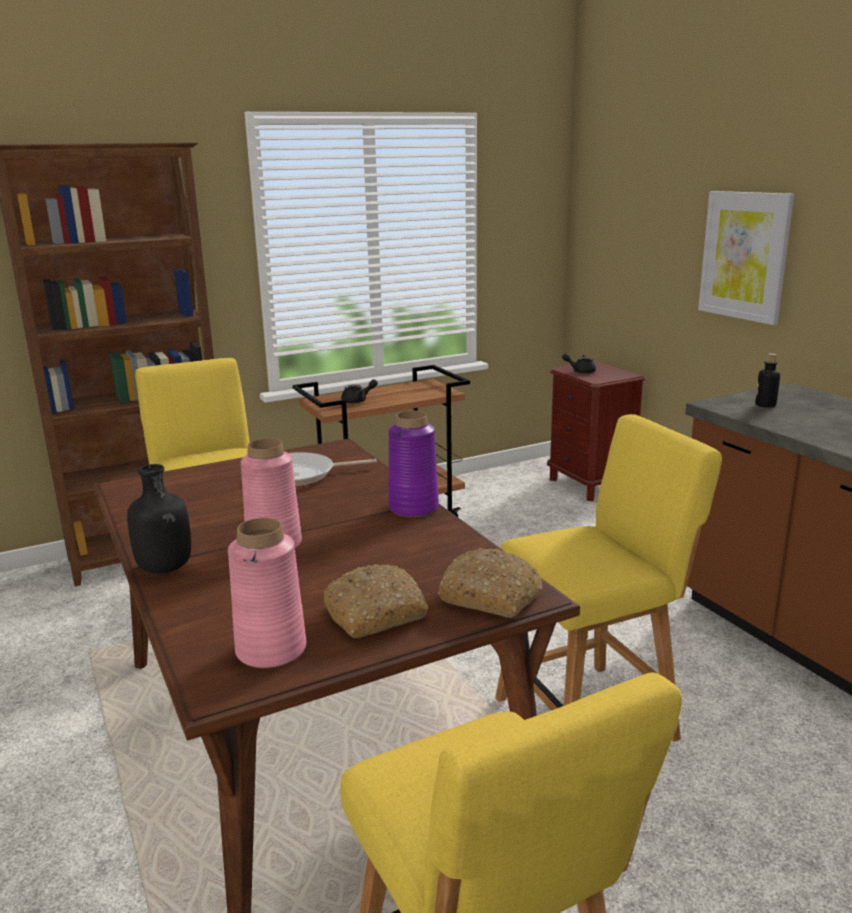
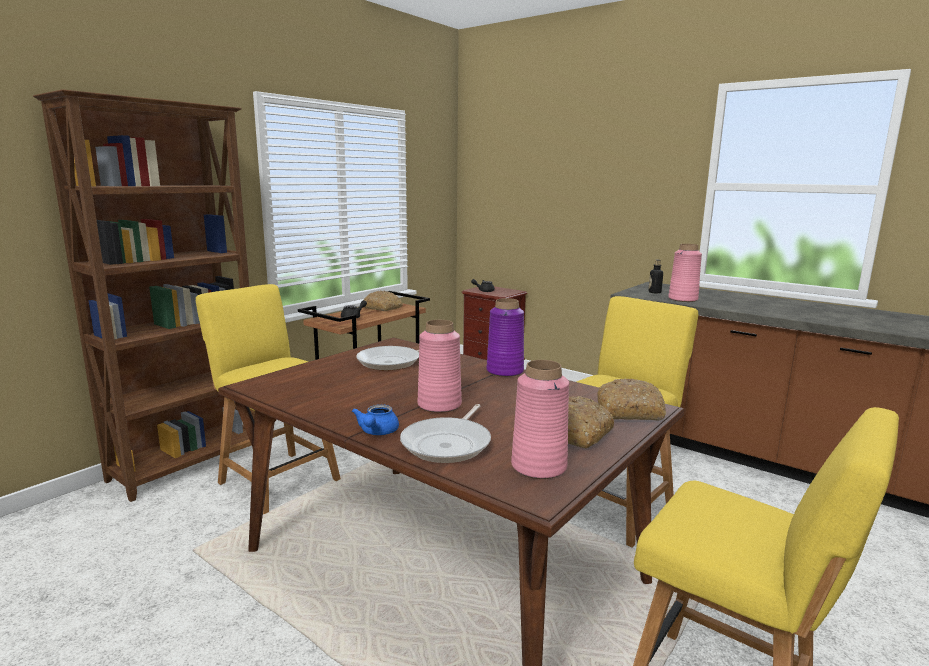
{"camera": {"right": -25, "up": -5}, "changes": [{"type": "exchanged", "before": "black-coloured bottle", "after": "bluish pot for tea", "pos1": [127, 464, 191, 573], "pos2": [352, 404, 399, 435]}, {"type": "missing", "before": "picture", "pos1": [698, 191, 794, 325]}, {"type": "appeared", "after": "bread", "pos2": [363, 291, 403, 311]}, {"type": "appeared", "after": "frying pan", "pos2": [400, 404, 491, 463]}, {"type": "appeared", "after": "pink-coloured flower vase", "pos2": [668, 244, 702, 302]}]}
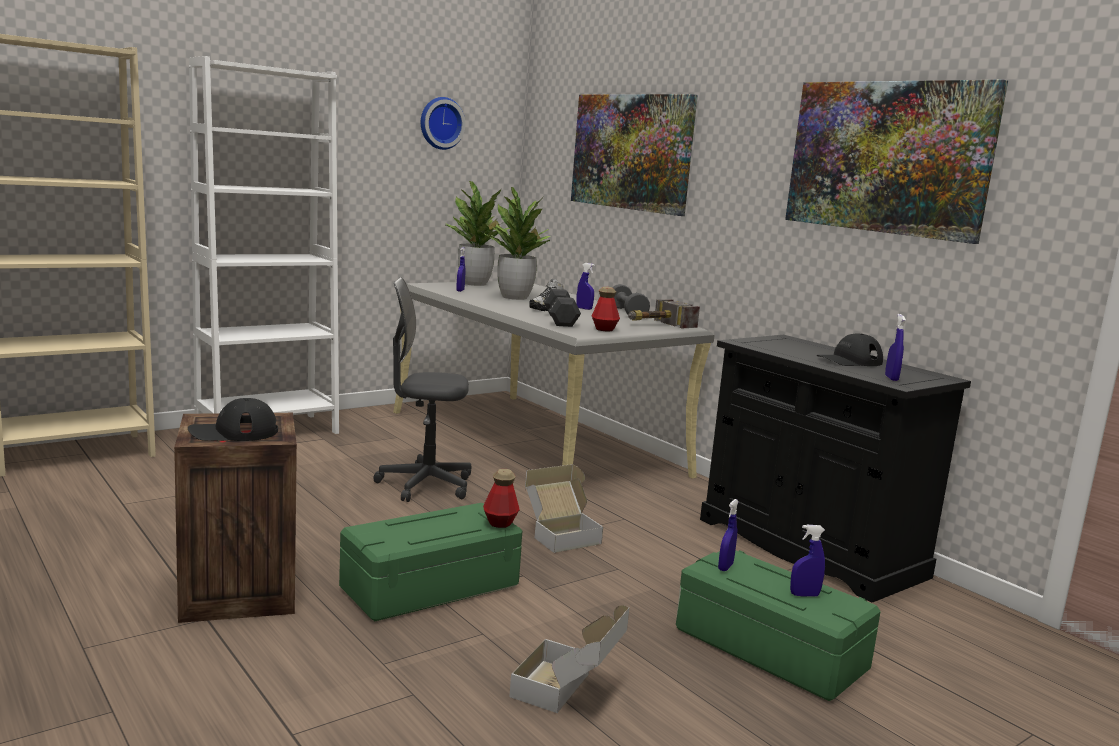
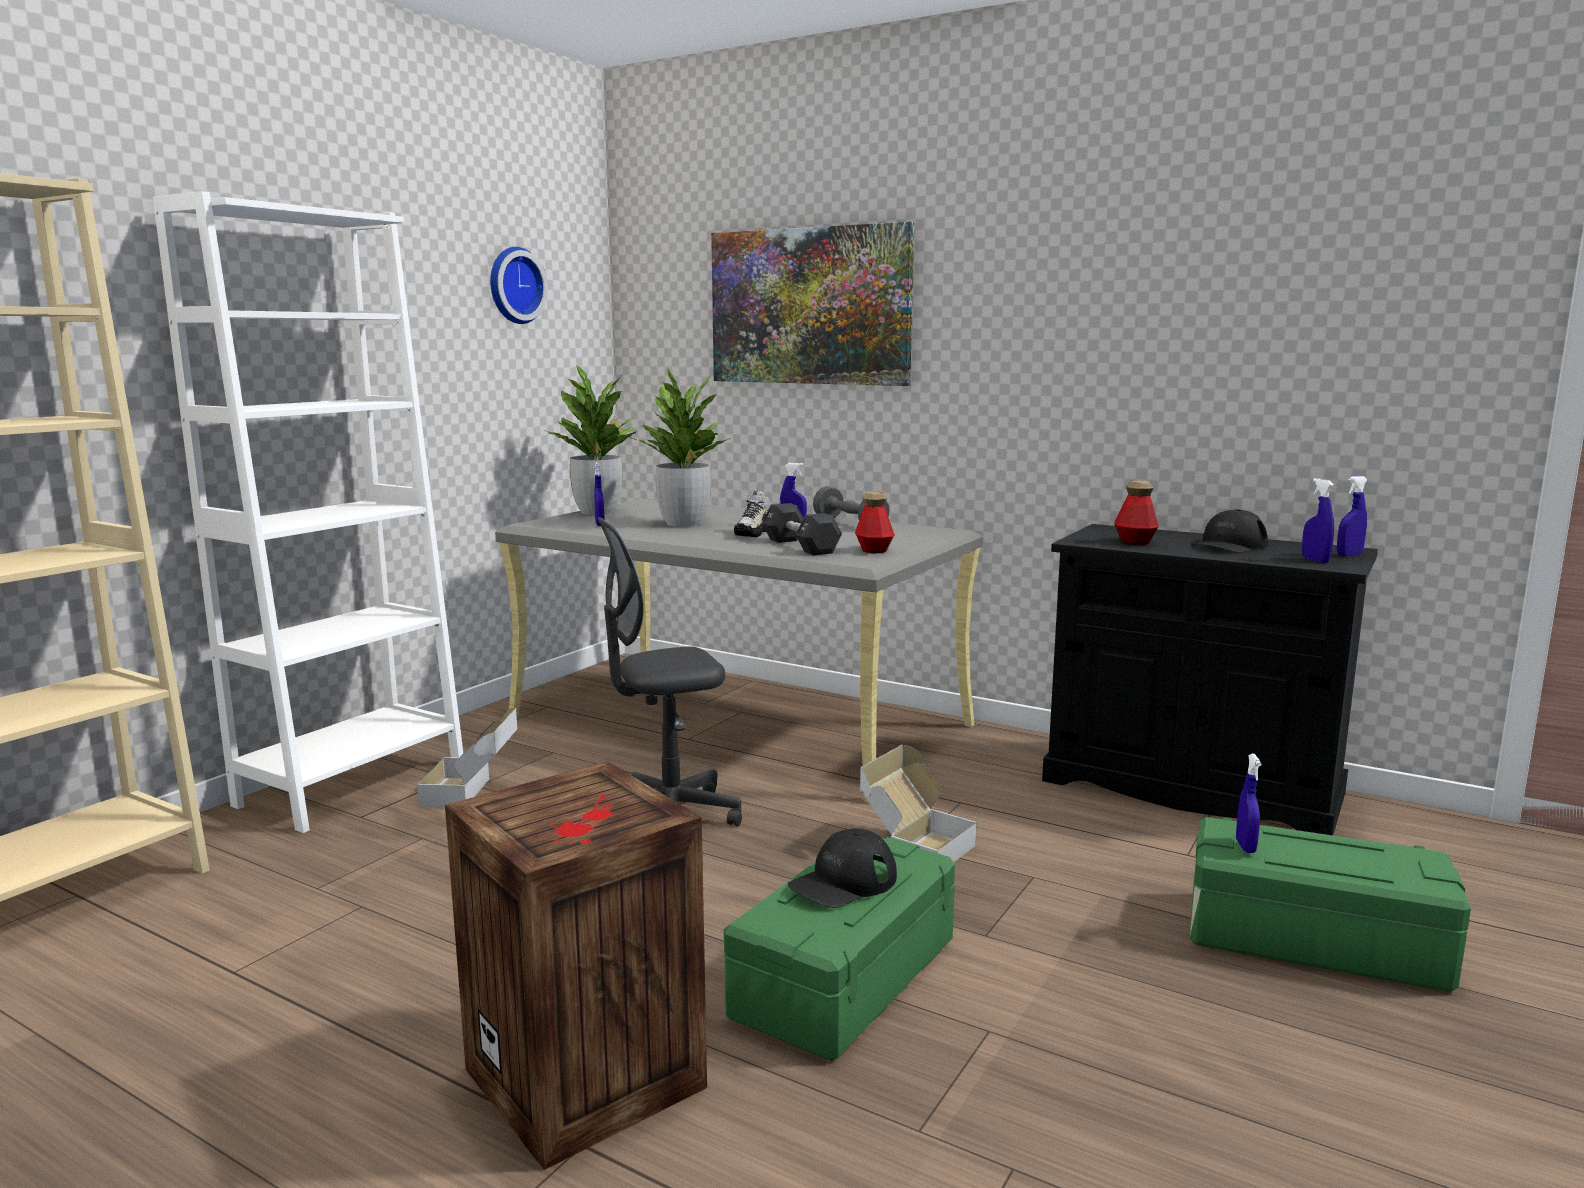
{"camera": {"right": -20, "up": 0}, "changes": [{"type": "relocated", "before": "black-coloured cap", "pos1": [188, 398, 278, 441], "pos2": [788, 828, 897, 908]}, {"type": "relocated", "before": "bottle", "pos1": [483, 469, 520, 528], "pos2": [1114, 480, 1159, 545]}, {"type": "relocated", "before": "cardboard box", "pos1": [509, 605, 629, 713], "pos2": [417, 708, 517, 807]}, {"type": "missing", "before": "hand hammer", "pos1": [628, 299, 700, 328]}, {"type": "missing", "before": "picture", "pos1": [785, 79, 1008, 244]}, {"type": "relocated", "before": "bluish hand sprayer", "pos1": [790, 525, 825, 597], "pos2": [1337, 476, 1367, 556]}]}
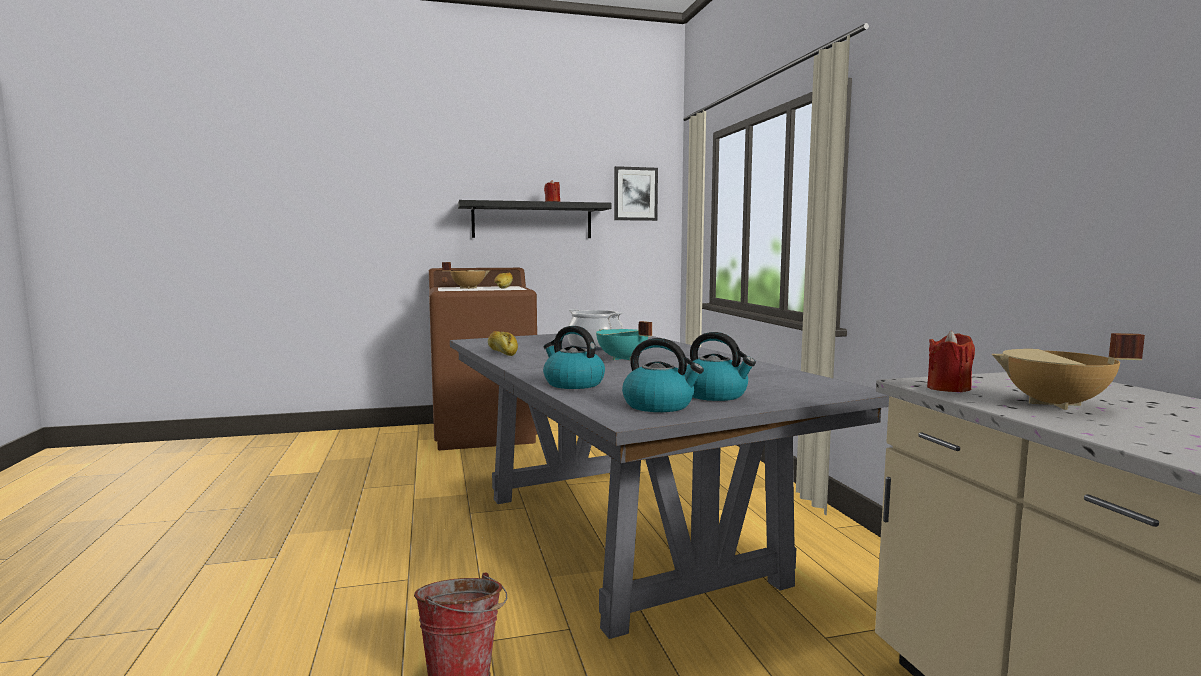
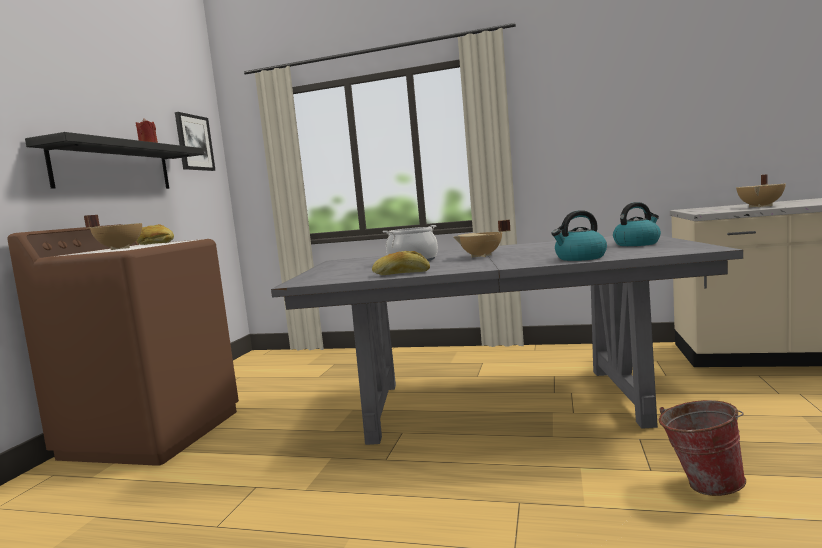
{"camera": {"right": -60, "up": 0}, "changes": [{"type": "colour", "before": "turquoise saucepot", "after": "beige-coloured saucepot", "pos1": [596, 321, 652, 360], "pos2": [453, 220, 510, 258]}, {"type": "missing", "before": "water kettle", "pos1": [622, 338, 704, 412]}, {"type": "missing", "before": "red candle", "pos1": [927, 330, 975, 392]}]}
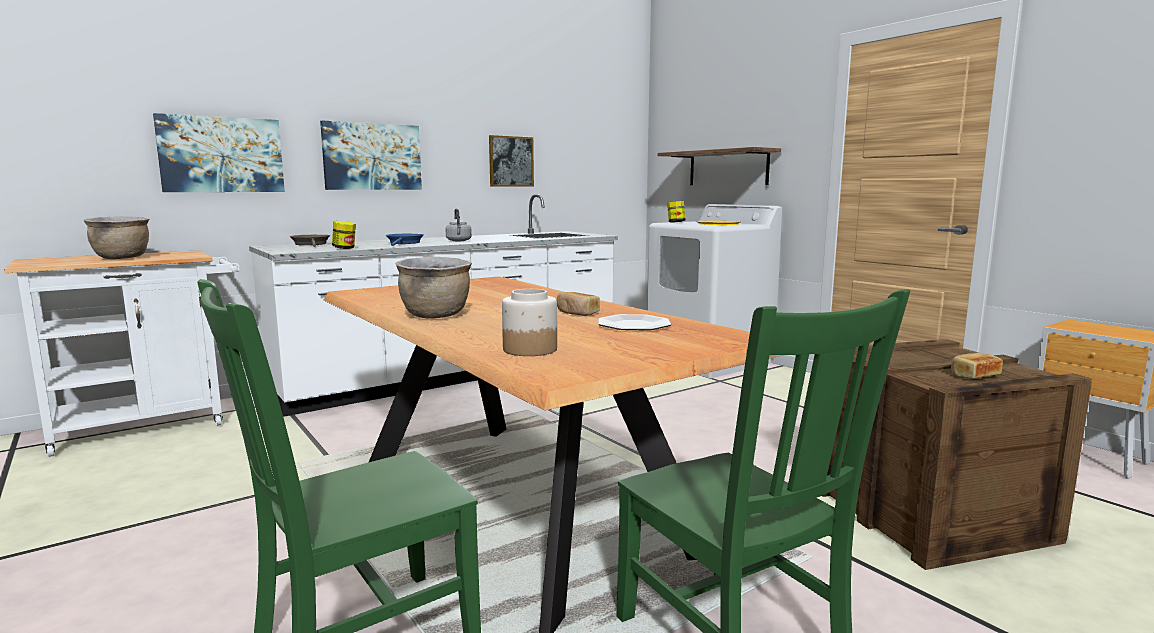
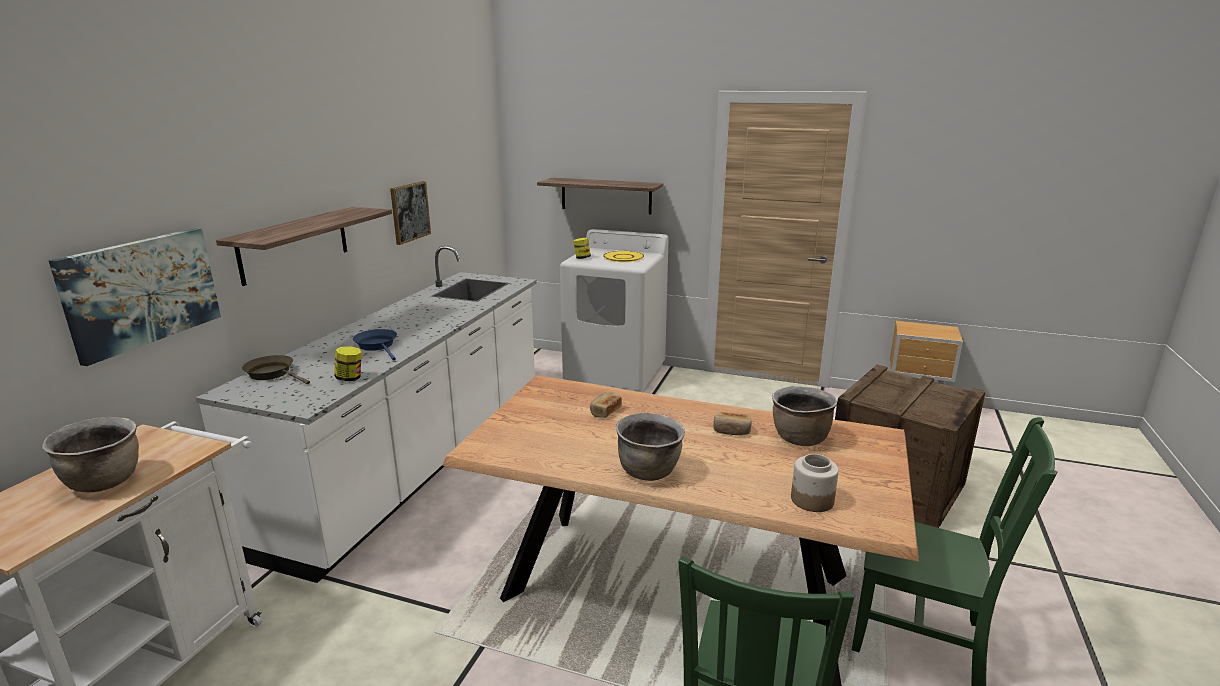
{"camera": {"right": -35, "up": 10}, "changes": [{"type": "exchanged", "before": "picture", "after": "shelf", "pos1": [320, 120, 422, 190], "pos2": [216, 207, 392, 286]}, {"type": "missing", "before": "gray water kettle", "pos1": [446, 209, 472, 241]}, {"type": "exchanged", "before": "dinner plate", "after": "brown saucepot", "pos1": [598, 314, 671, 330], "pos2": [772, 386, 837, 446]}, {"type": "relocated", "before": "bread", "pos1": [951, 353, 1003, 379], "pos2": [590, 392, 622, 418]}]}
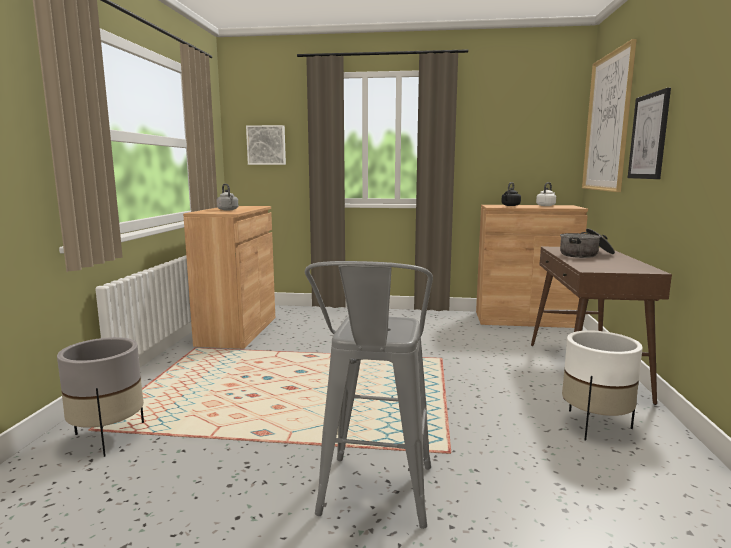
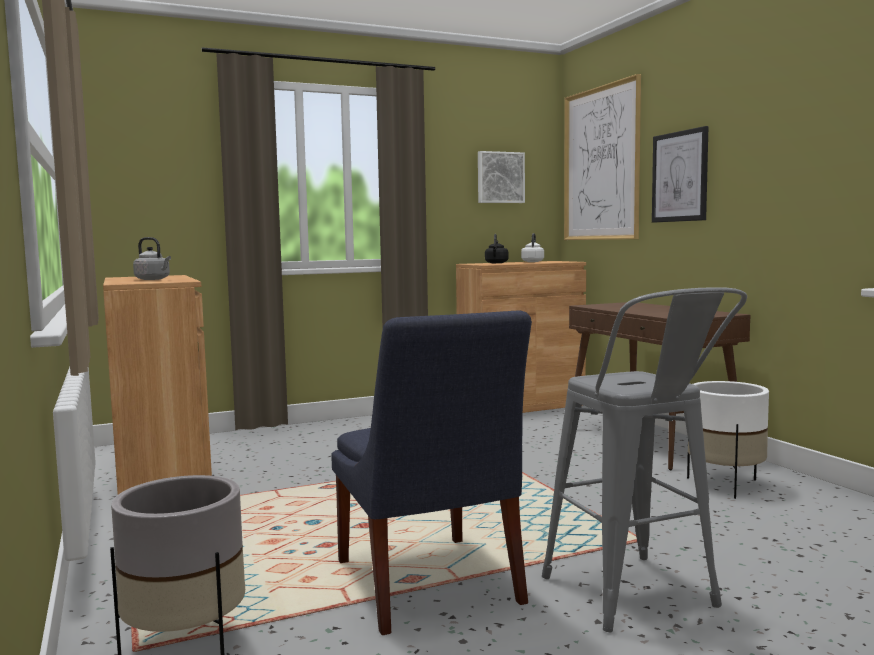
{"camera": {"right": -30, "up": -5}, "changes": [{"type": "relocated", "before": "picture", "pos1": [246, 125, 286, 165], "pos2": [478, 151, 525, 203]}, {"type": "missing", "before": "saucepot", "pos1": [560, 228, 615, 258]}, {"type": "appeared", "after": "bluish plain chair", "pos2": [331, 310, 532, 635]}]}
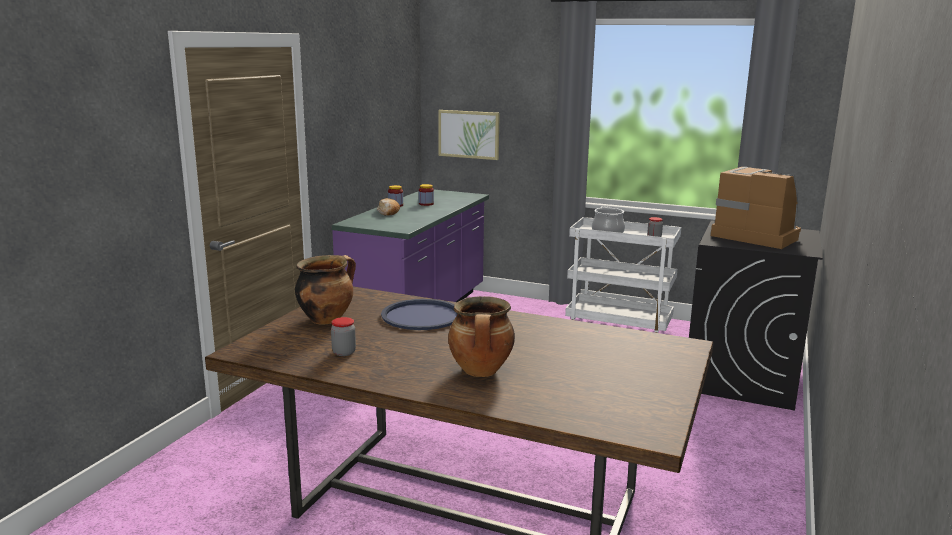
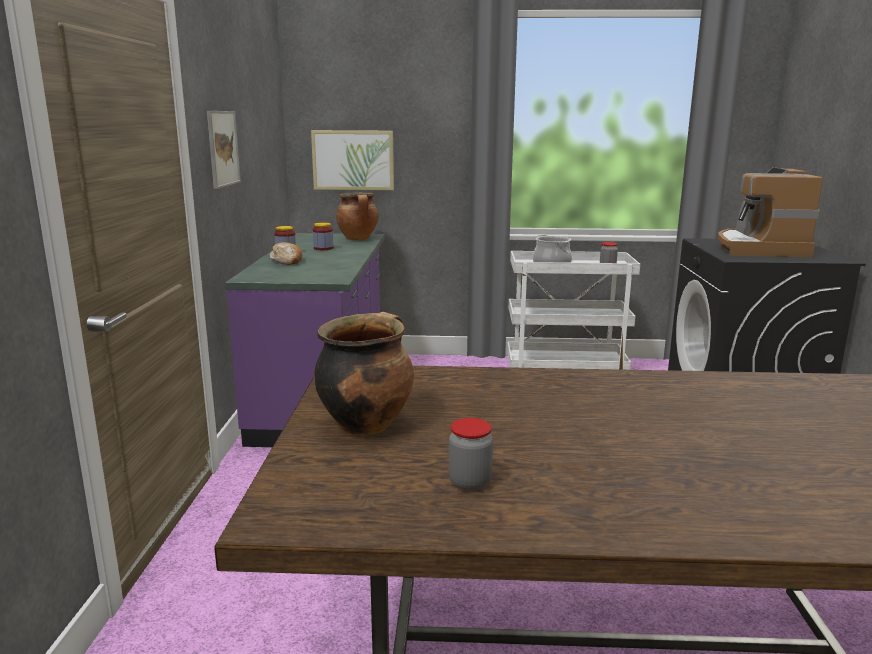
{"camera": {"right": -20, "up": 0}, "changes": [{"type": "missing", "before": "bluish tray", "pos1": [381, 299, 458, 330]}, {"type": "relocated", "before": "saucepot", "pos1": [448, 296, 515, 377], "pos2": [336, 192, 379, 240]}, {"type": "spun", "before": "coffee machine", "pos1": [711, 167, 801, 249], "pos2": [718, 167, 823, 258], "turn": -105}, {"type": "appeared", "after": "picture", "pos2": [207, 111, 241, 189]}]}
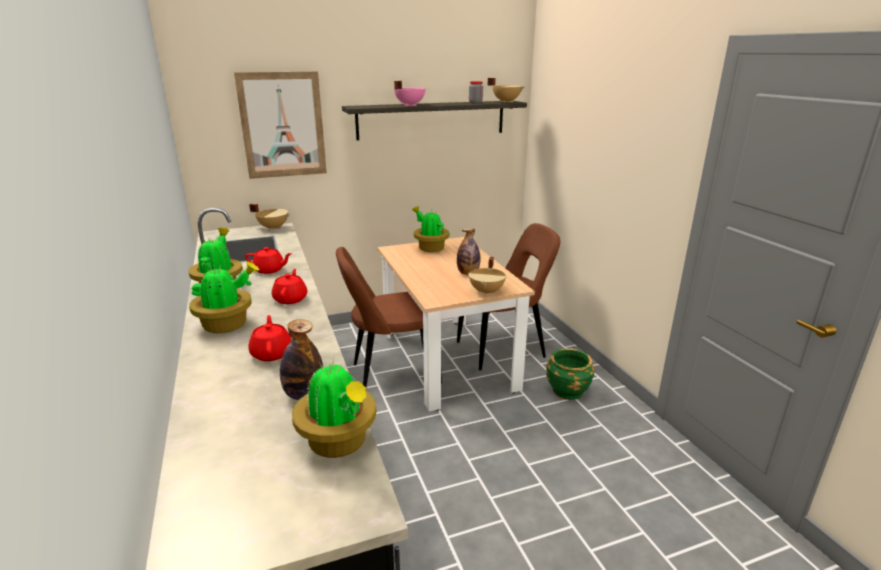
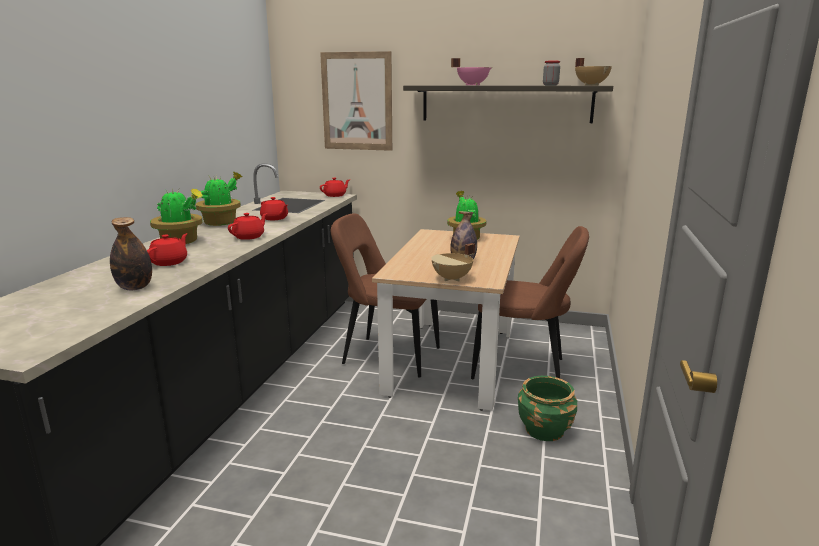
{"camera": {"right": 35, "up": -5}, "changes": [{"type": "exchanged", "before": "beige-coloured saucepot", "after": "red pot for tea", "pos1": [249, 204, 290, 230], "pos2": [320, 178, 350, 197]}, {"type": "missing", "before": "potted plant", "pos1": [292, 359, 377, 458]}]}
